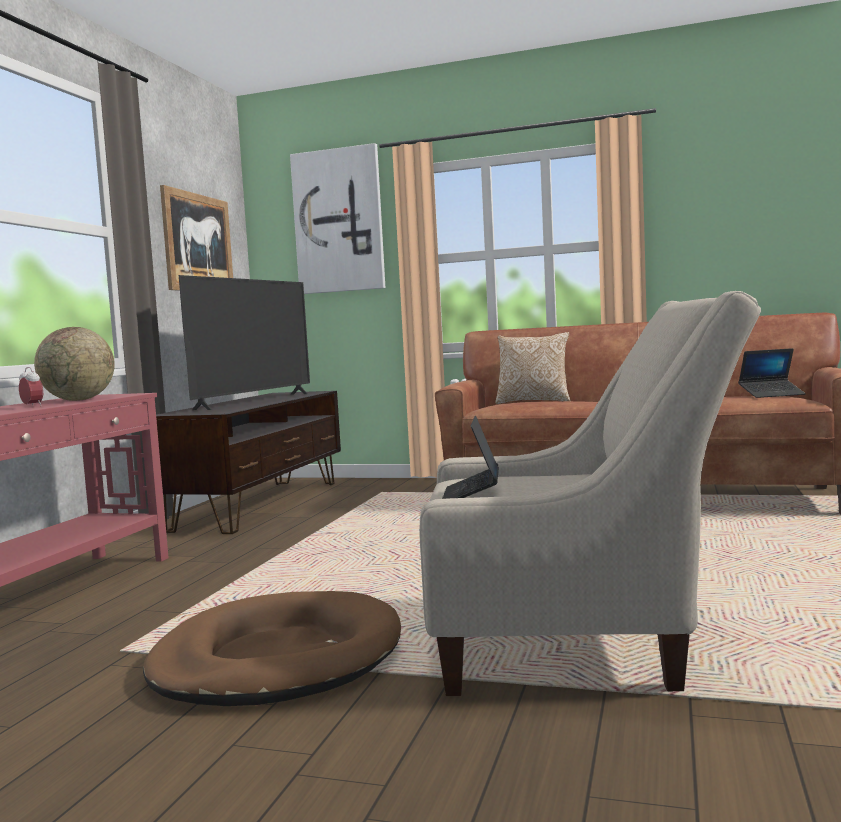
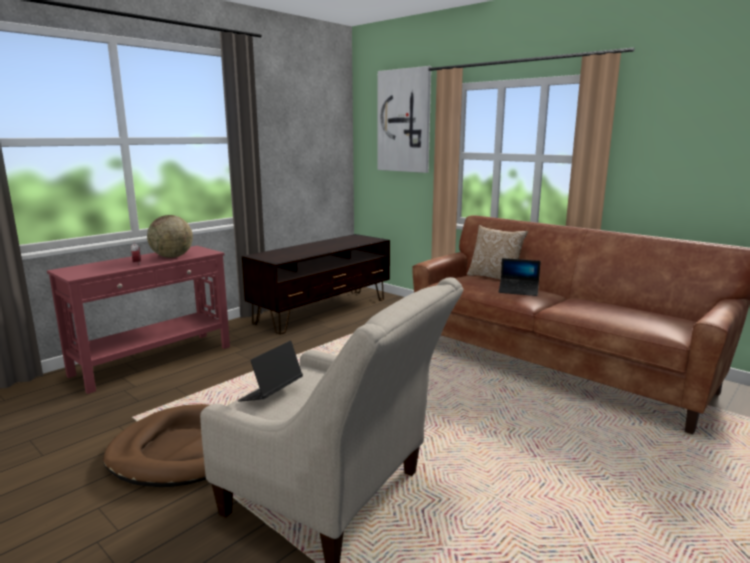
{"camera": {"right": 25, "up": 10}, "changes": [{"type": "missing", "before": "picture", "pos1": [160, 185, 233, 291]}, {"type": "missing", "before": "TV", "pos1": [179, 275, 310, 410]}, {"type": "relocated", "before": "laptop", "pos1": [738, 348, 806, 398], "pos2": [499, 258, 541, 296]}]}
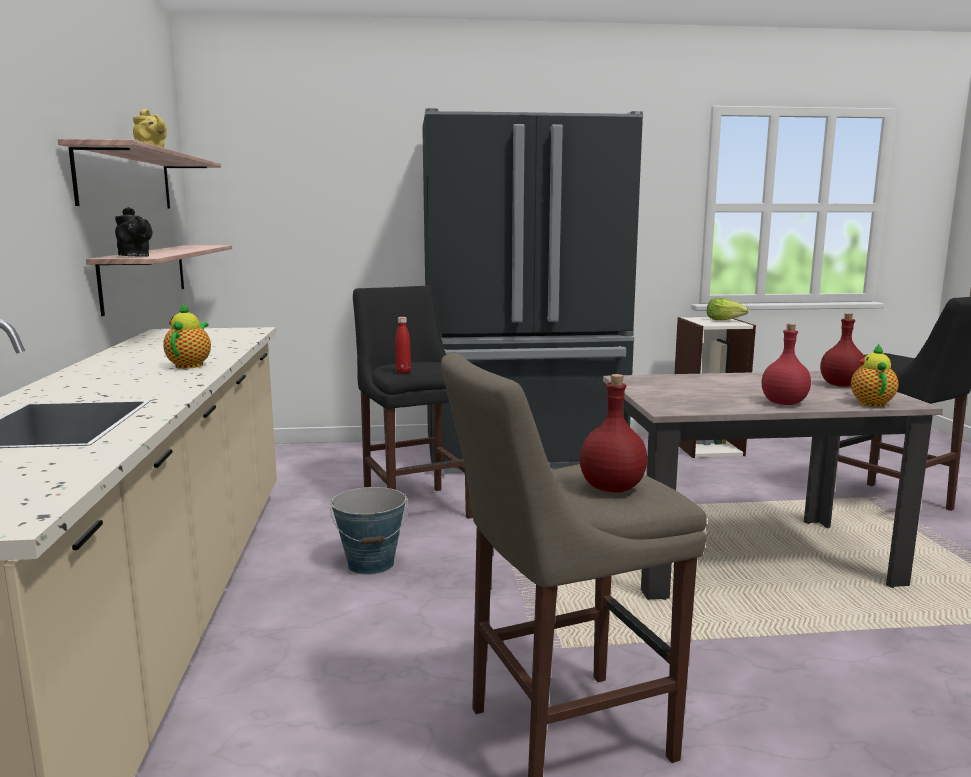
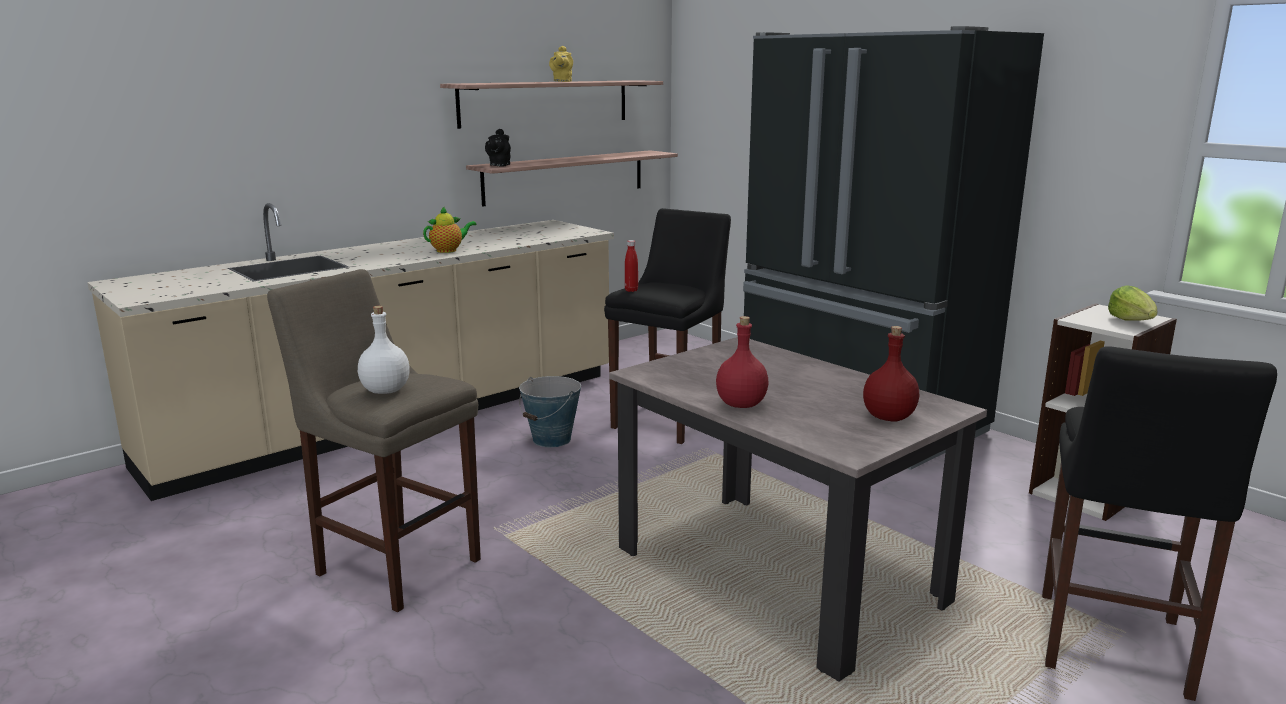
{"camera": {"right": 55, "up": 5}, "changes": [{"type": "colour", "before": "red bottle", "after": "white bottle", "pos1": [580, 374, 647, 493], "pos2": [358, 306, 410, 394]}, {"type": "missing", "before": "pot for tea", "pos1": [851, 344, 899, 407]}]}
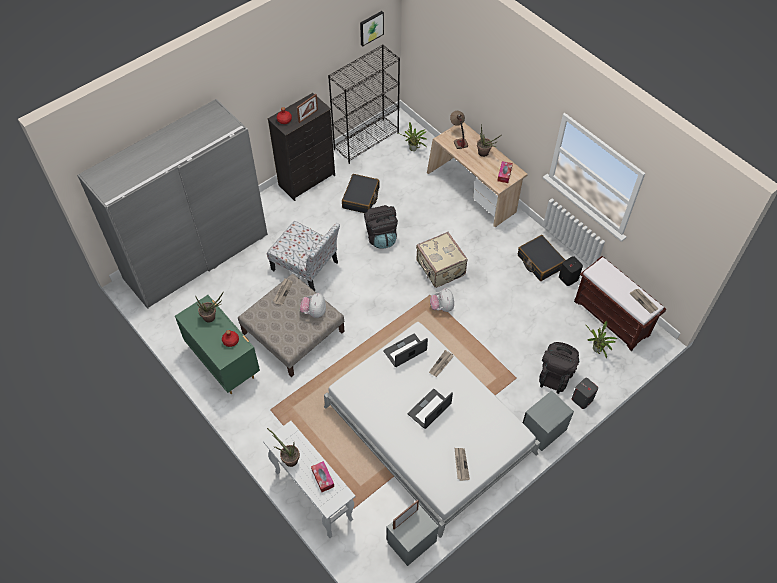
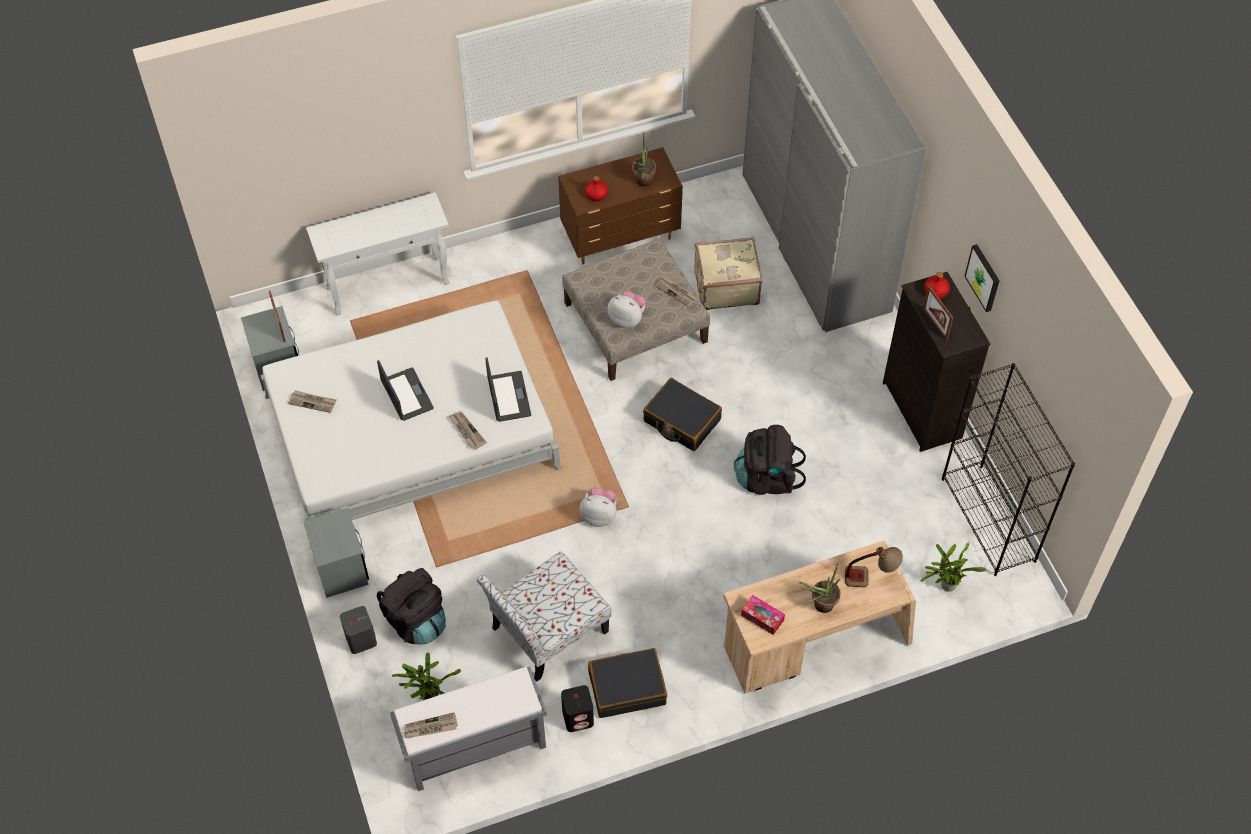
{"camera": {"right": 110, "up": 0}, "changes": [{"type": "colour", "before": "green chest of drawers", "after": "brown chest of drawers", "pos1": [175, 295, 260, 394], "pos2": [558, 147, 683, 264]}, {"type": "relocated", "before": "plain chair", "pos1": [267, 221, 340, 291], "pos2": [477, 552, 611, 682]}, {"type": "missing", "before": "potted plant", "pos1": [267, 428, 300, 467]}, {"type": "missing", "before": "tissue box", "pos1": [311, 461, 334, 492]}, {"type": "relocated", "before": "black-coloured piece of luggage", "pos1": [342, 174, 380, 213], "pos2": [643, 378, 722, 451]}, {"type": "relocated", "before": "picture", "pos1": [360, 11, 384, 46], "pos2": [965, 244, 999, 312]}, {"type": "relocated", "before": "beige-coloured piece of luggage", "pos1": [416, 232, 468, 288], "pos2": [694, 237, 763, 310]}, {"type": "colour", "before": "brown long seat", "after": "gray long seat", "pos1": [574, 256, 666, 351], "pos2": [390, 667, 548, 791]}]}
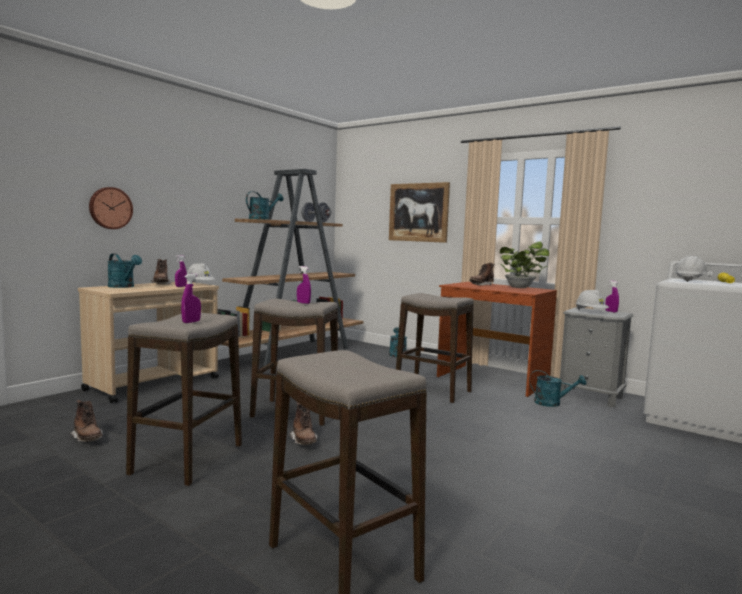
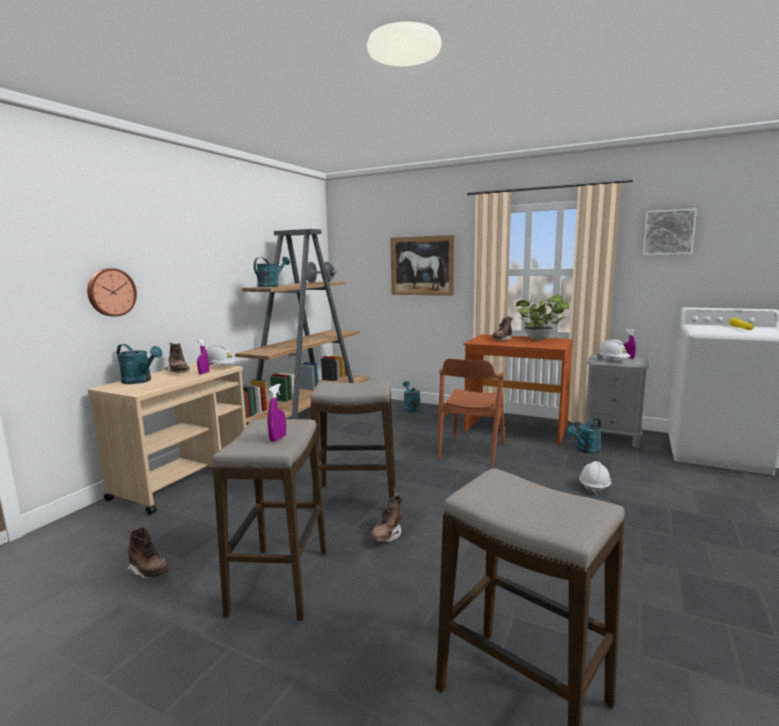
{"camera": {"right": -10, "up": 5}, "changes": [{"type": "spun", "before": "brown tall boot", "pos1": [289, 402, 317, 445], "pos2": [371, 493, 402, 542], "turn": 60}, {"type": "missing", "before": "purple hand sprayer", "pos1": [297, 266, 311, 304]}, {"type": "exchanged", "before": "stool seat", "after": "brown plain chair", "pos1": [396, 293, 474, 403], "pos2": [438, 359, 505, 466]}, {"type": "spun", "before": "turquoise watering pot", "pos1": [529, 370, 587, 407], "pos2": [567, 418, 602, 454], "turn": 135}, {"type": "relocated", "before": "white hard hat", "pos1": [674, 256, 708, 282], "pos2": [579, 461, 611, 494]}, {"type": "appeared", "after": "picture", "pos2": [643, 208, 697, 255]}]}
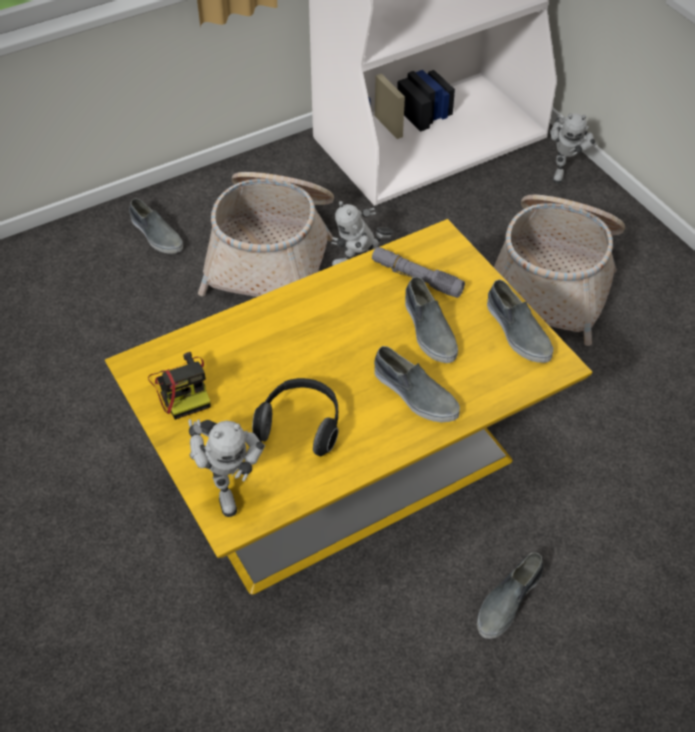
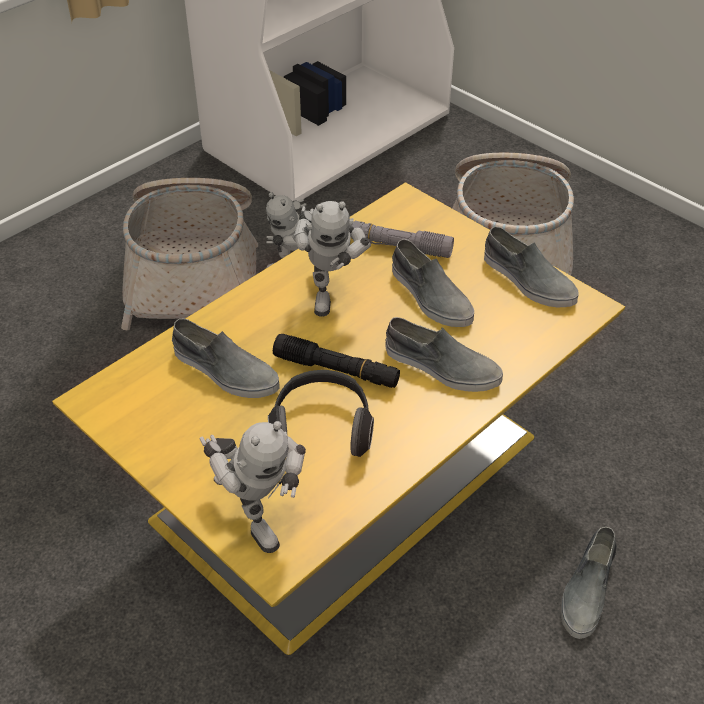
{"camera": {"right": -15, "up": -5}, "changes": [{"type": "relocated", "before": "gray item of footwear", "pos1": [129, 198, 183, 254], "pos2": [172, 319, 279, 398]}, {"type": "missing", "before": "still camera", "pos1": [148, 352, 210, 420]}, {"type": "relocated", "before": "robot figure", "pos1": [550, 113, 596, 184], "pos2": [293, 201, 371, 317]}, {"type": "appeared", "after": "black-coloured hand torch", "pos2": [273, 334, 400, 388]}]}
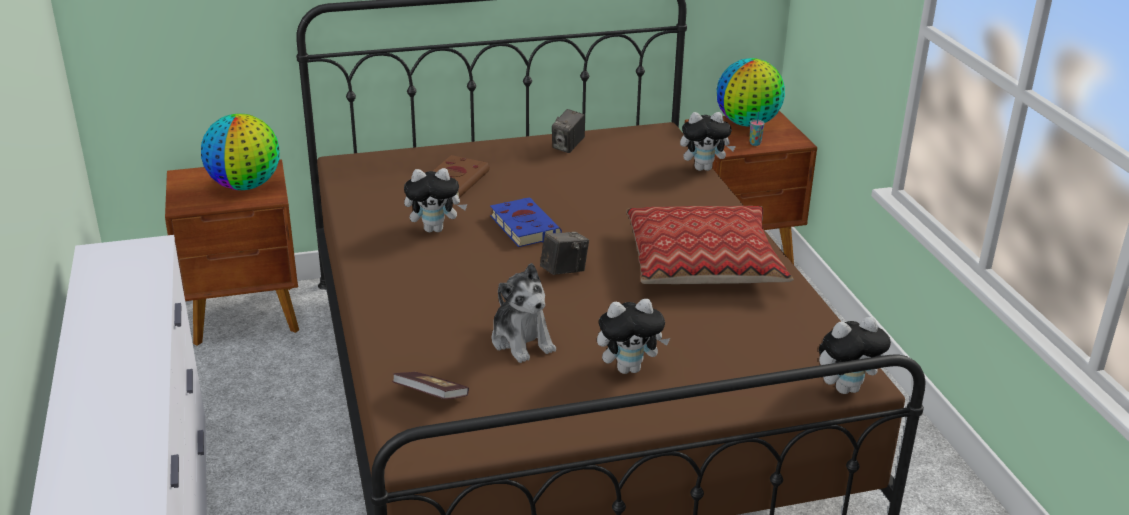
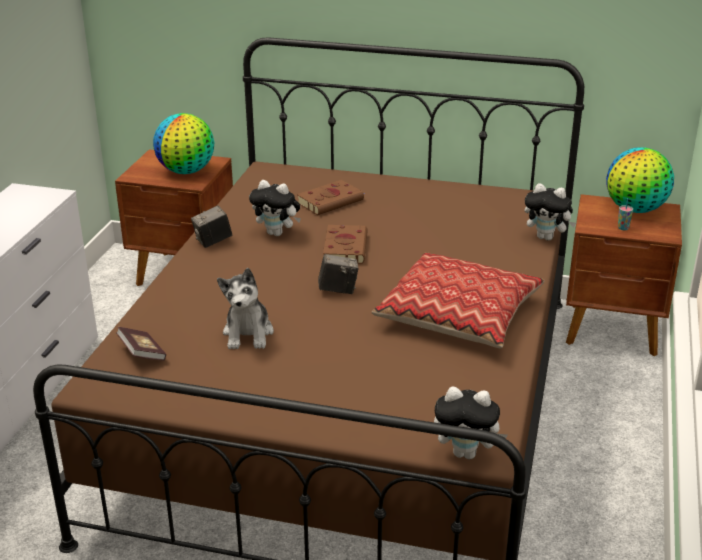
{"camera": {"right": 30, "up": 0}, "changes": [{"type": "colour", "before": "bluish volume", "after": "brown volume", "pos1": [490, 197, 562, 247], "pos2": [323, 225, 368, 264]}, {"type": "relocated", "before": "still camera", "pos1": [552, 109, 585, 153], "pos2": [191, 206, 232, 248]}, {"type": "missing", "before": "cuddly toy", "pos1": [597, 299, 670, 374]}]}
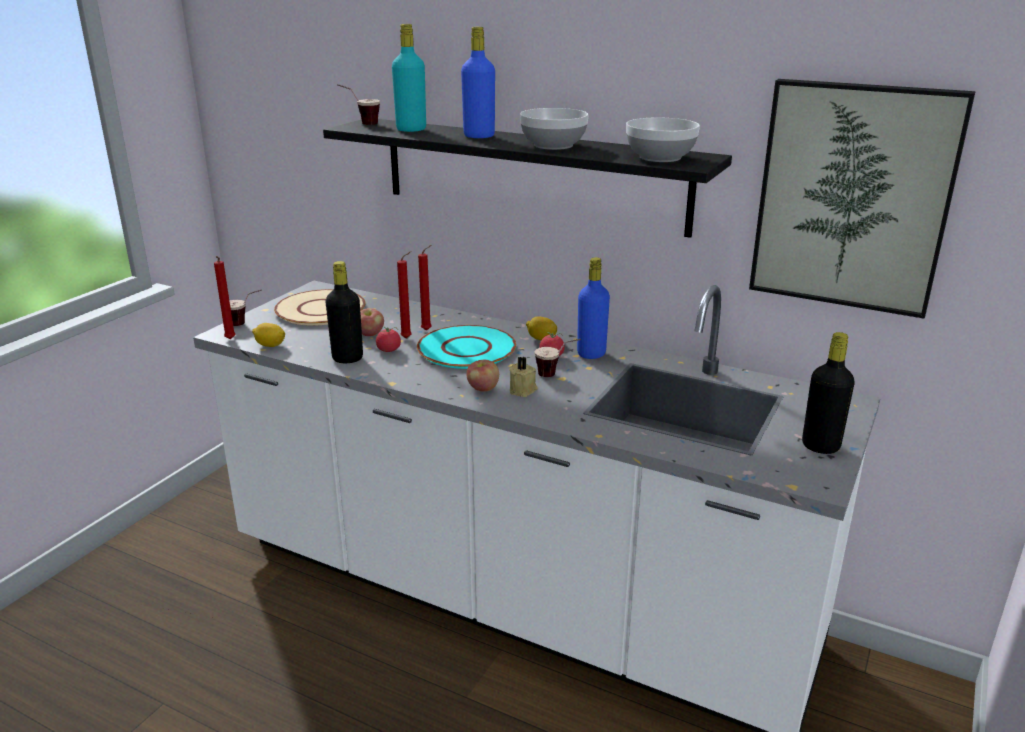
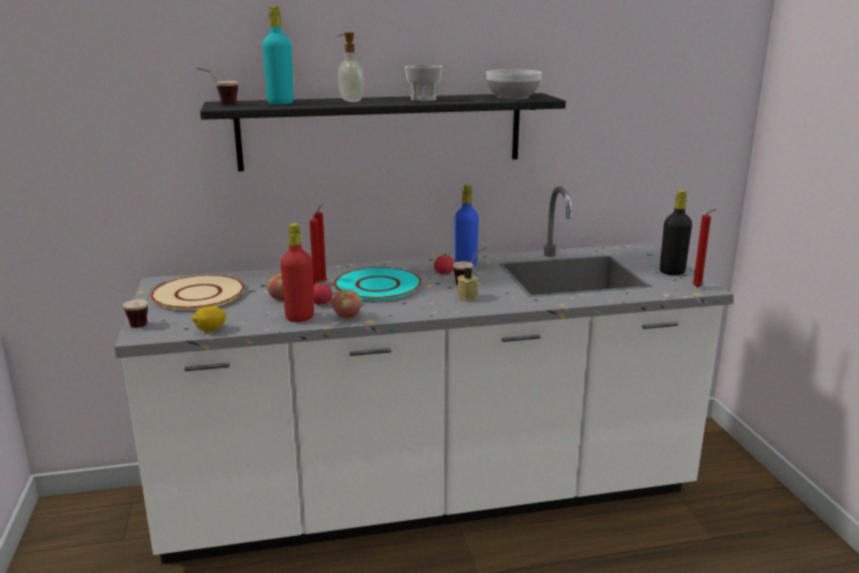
{"camera": {"right": -40, "up": -5}, "changes": [{"type": "relocated", "before": "red candle", "pos1": [214, 256, 236, 339], "pos2": [692, 209, 717, 287]}, {"type": "colour", "before": "black-coloured bottle", "after": "red bottle", "pos1": [325, 261, 363, 363], "pos2": [281, 223, 314, 322]}, {"type": "exchanged", "before": "bluish bottle", "after": "soap bottle", "pos1": [461, 27, 495, 138], "pos2": [338, 32, 364, 102]}, {"type": "relocated", "before": "apple fruit", "pos1": [466, 360, 499, 392], "pos2": [332, 290, 361, 318]}, {"type": "exchanged", "before": "deep dish", "after": "small cup", "pos1": [520, 108, 588, 150], "pos2": [405, 65, 442, 101]}, {"type": "missing", "before": "whole lemon", "pos1": [526, 316, 557, 340]}, {"type": "missing", "before": "picture", "pos1": [749, 79, 975, 319]}]}
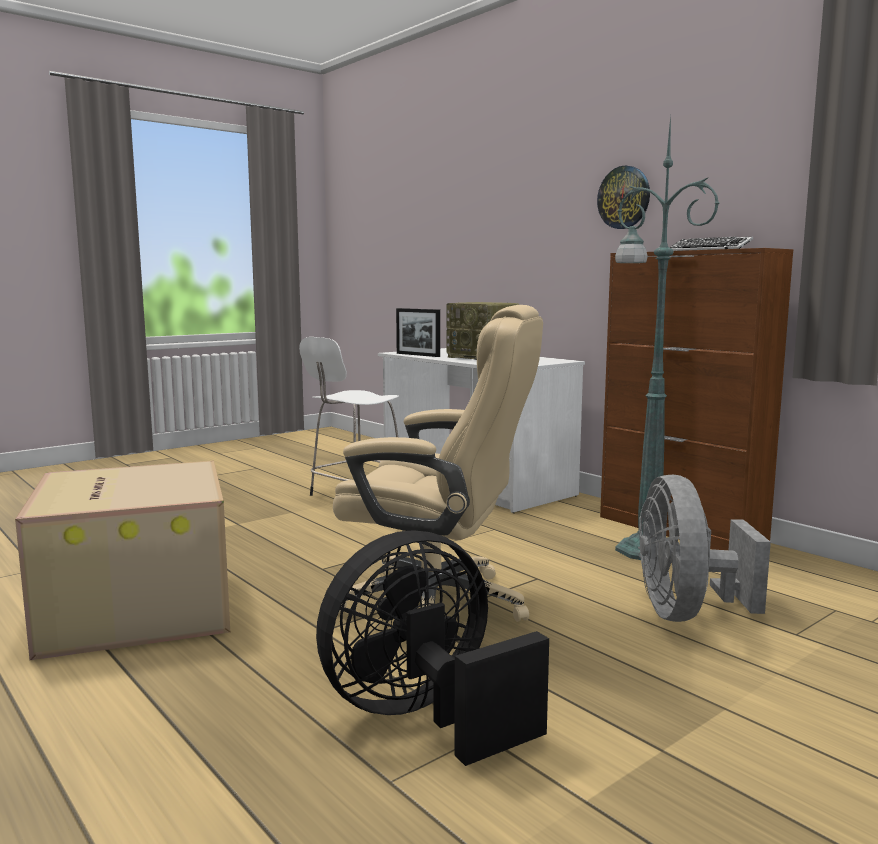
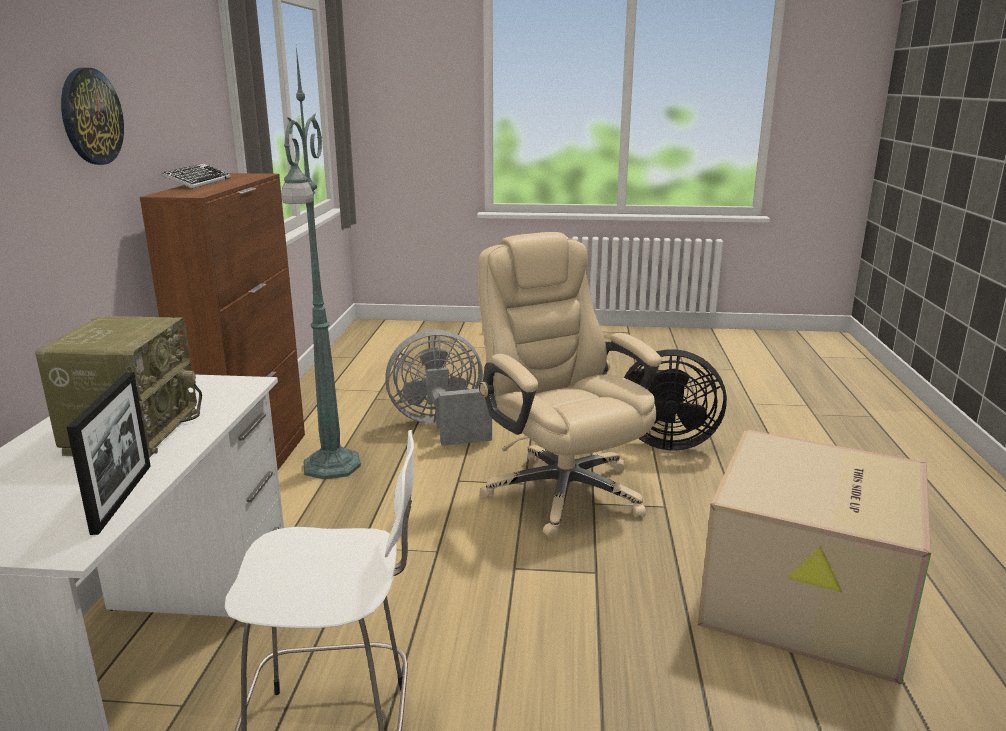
{"camera": {"right": -135, "up": 10}, "changes": [{"type": "spun", "before": "gray fan", "pos1": [638, 475, 771, 622], "pos2": [385, 329, 492, 446], "turn": -150}]}
